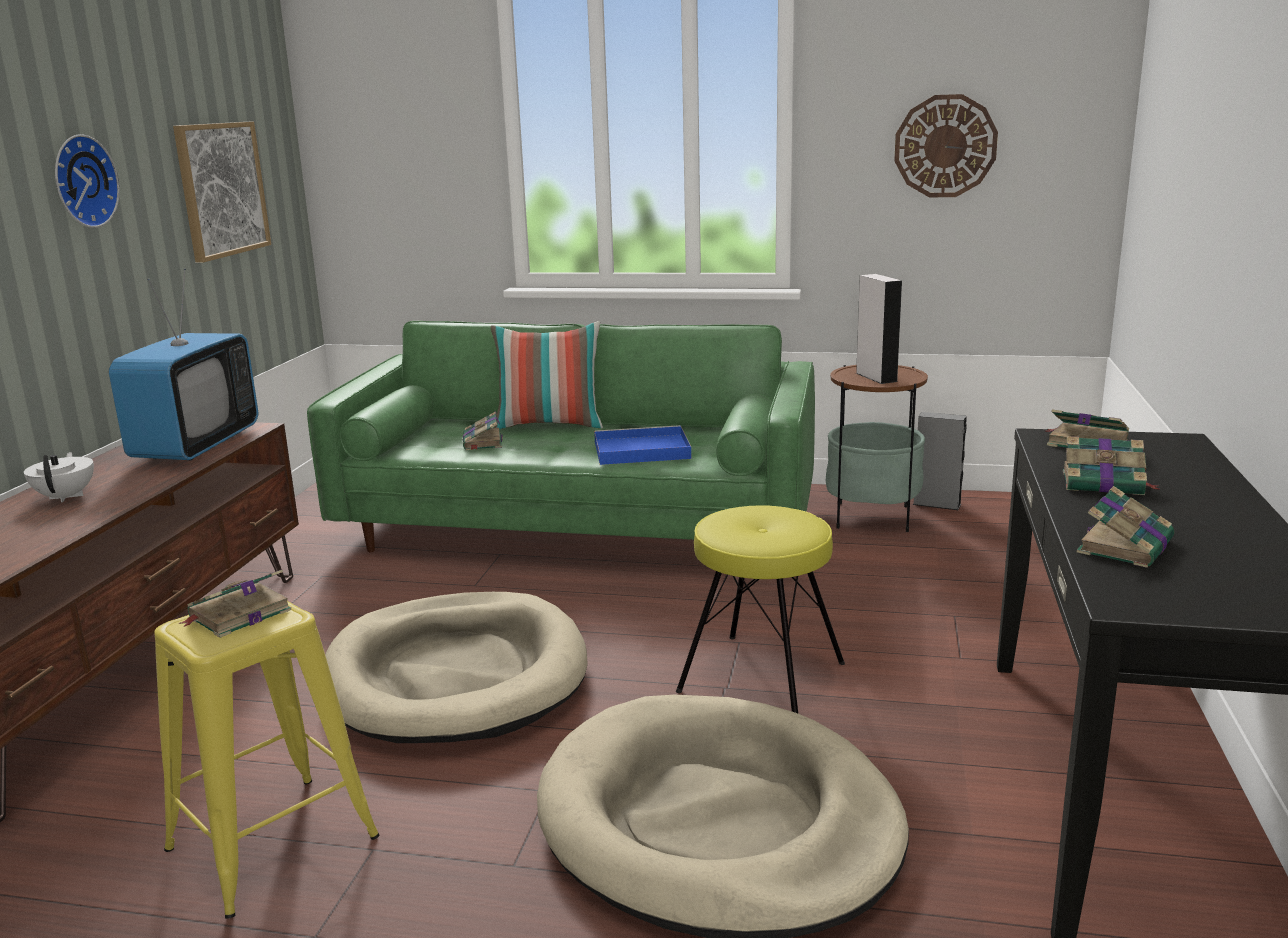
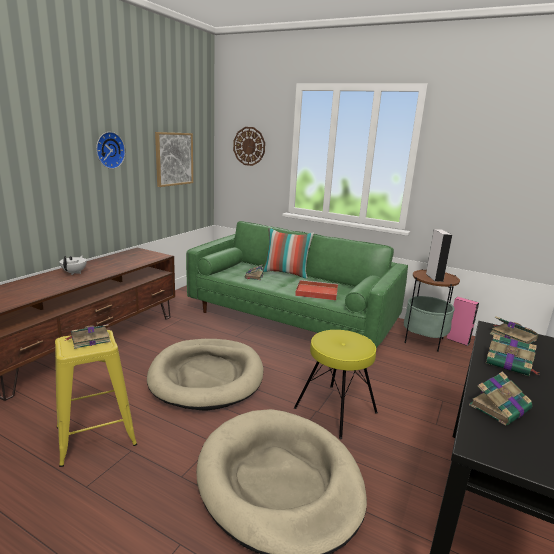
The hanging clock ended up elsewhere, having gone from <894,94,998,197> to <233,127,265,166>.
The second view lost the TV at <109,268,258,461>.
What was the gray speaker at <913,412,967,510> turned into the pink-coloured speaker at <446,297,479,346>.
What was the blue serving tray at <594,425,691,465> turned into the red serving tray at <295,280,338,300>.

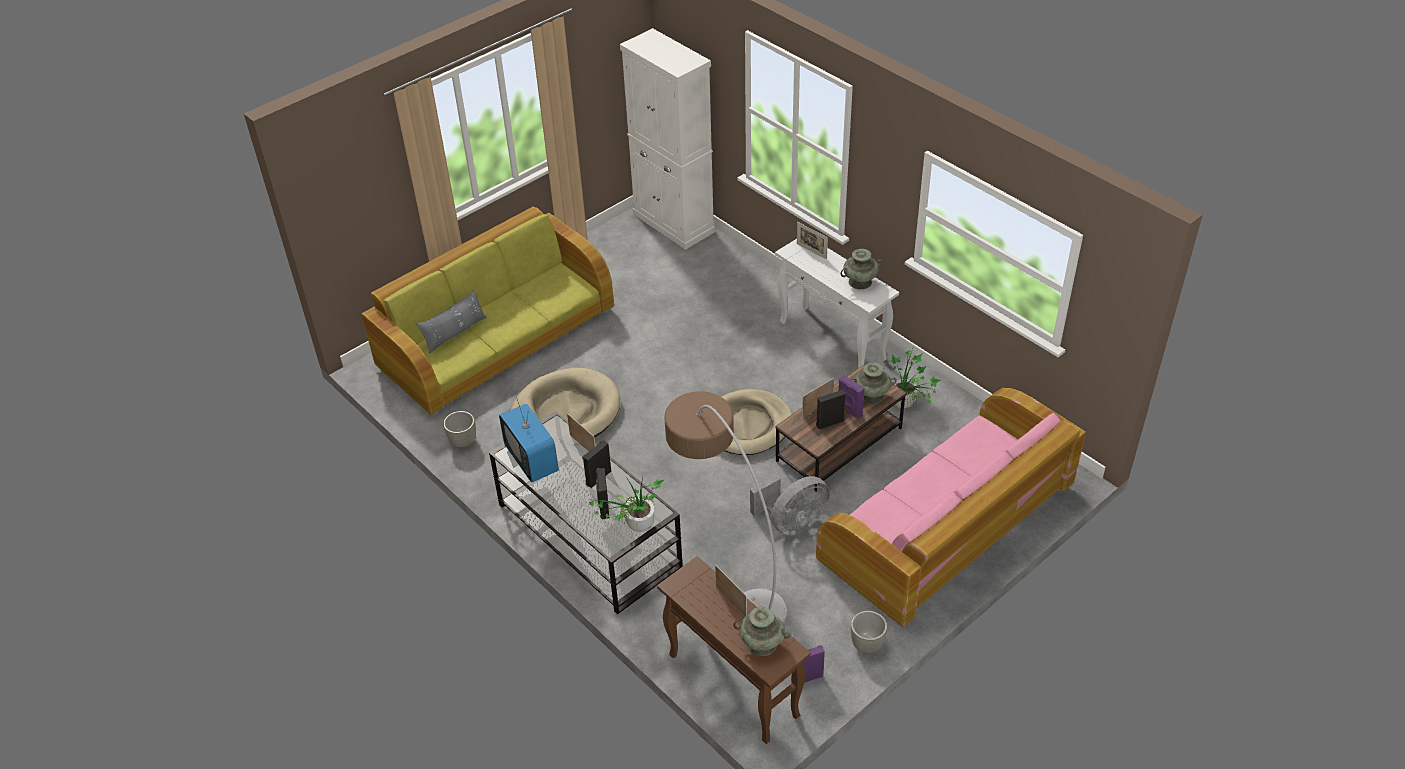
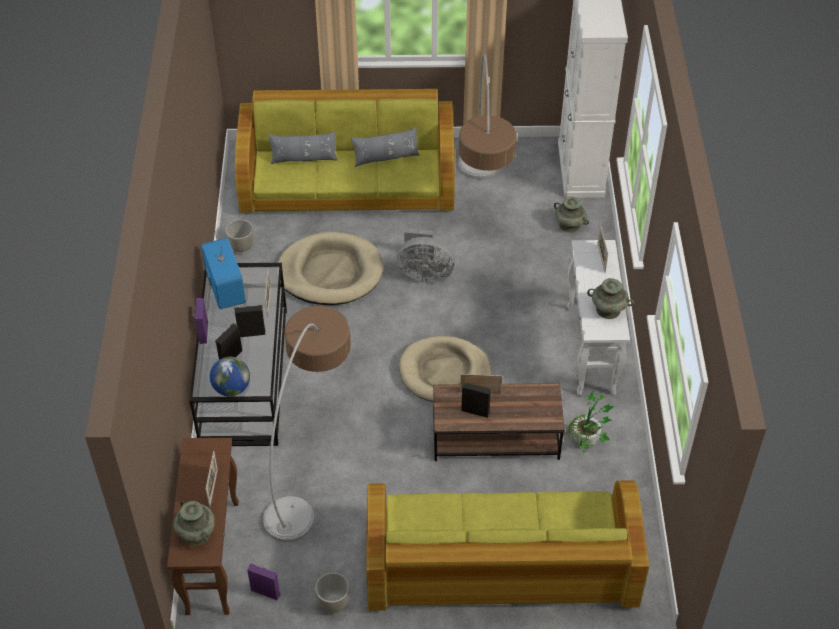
The turquoise decorative vase ended up elsewhere, having gone from <852,363,897,404> to <554,197,589,233>.
The purple-coloured speaker ended up elsewhere, having gone from <839,375,865,419> to <194,298,208,344>.
What was the pink-coloured sofa at <816,388,1086,627> turned into the greenish sofa at <366,480,649,611>.
The TV at <499,394,559,482> ended up facing another way, 150 degrees clockwise from before.
The gray fan ended up elsewhere, having gone from <750,475,830,535> to <397,229,455,283>.
Where the plant in a pot stood at <586,477,664,532>, the desk globe came to stand at <210,357,250,397>.
The second view gained the standing lamp at <458,54,517,179>.
The second view gained the gray cushion at <351,127,420,167>.

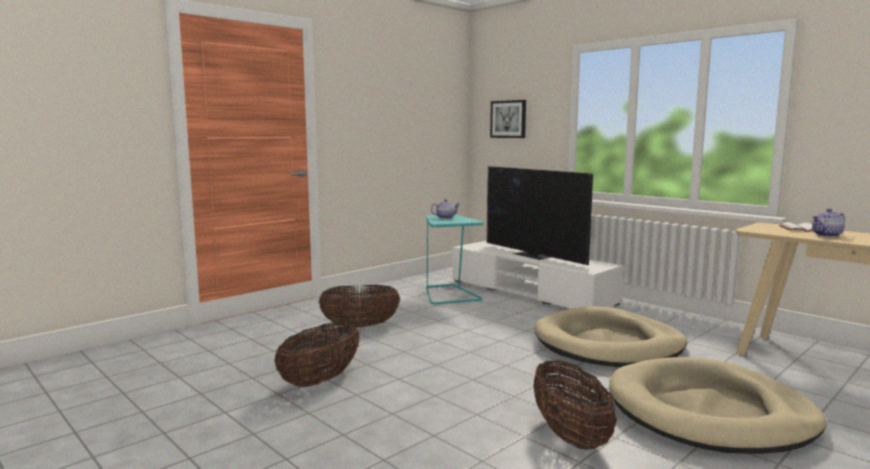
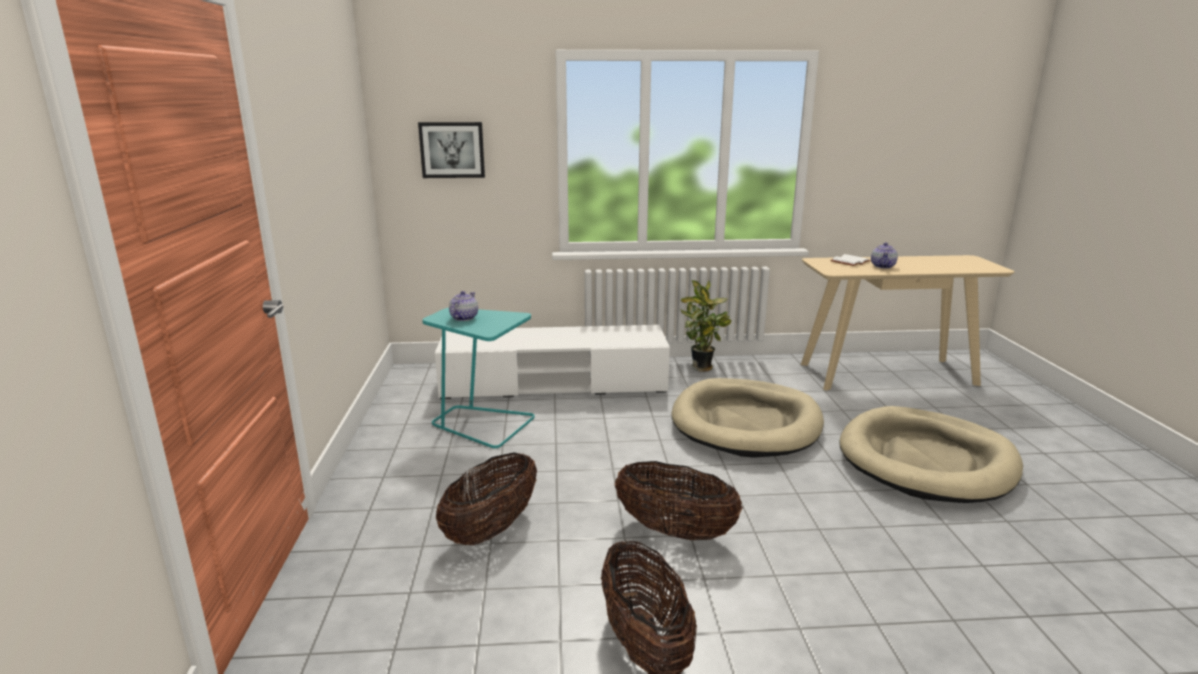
The second view lost the TV at <487,166,593,265>.
The storage basket ended up elsewhere, having gone from <533,361,617,450> to <615,461,743,540>.
The second view gained the plant in a pot at <680,280,732,372>.

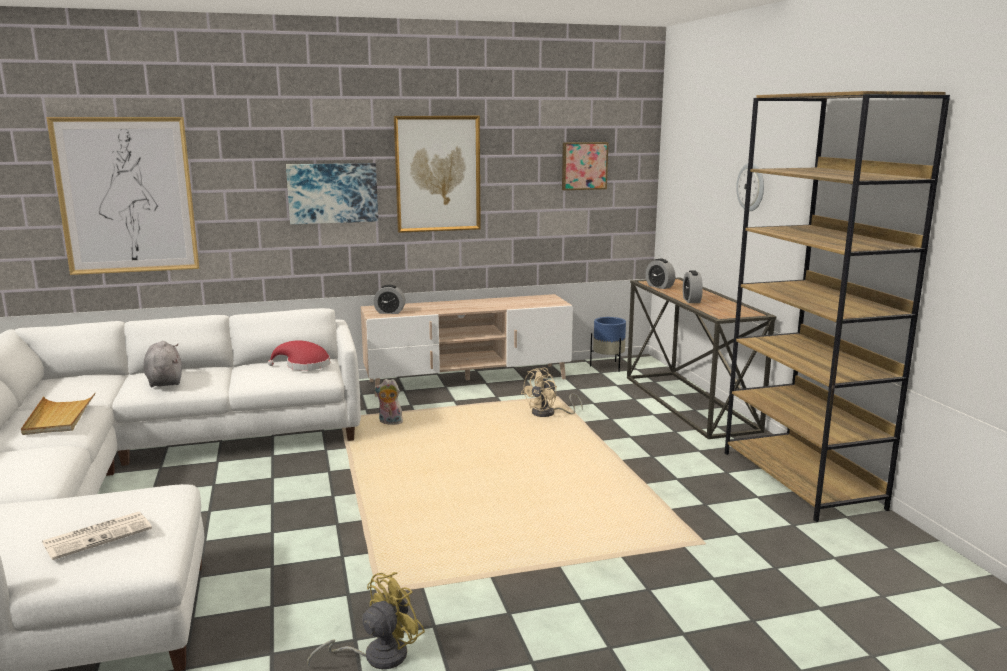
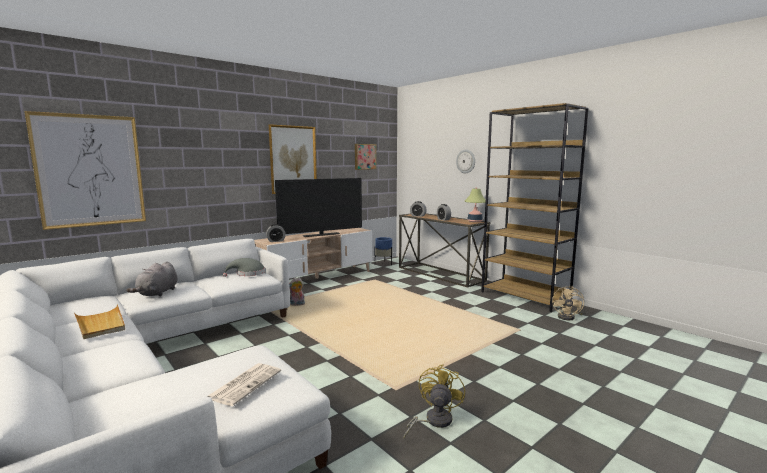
The second view lost the wall picture at <286,163,378,224>.
The gray cuddly toy at <144,341,182,387> ended up facing another way, 120 degrees counterclockwise from before.
What was the red hat at <268,341,330,371> turned into the gray hat at <223,258,265,277>.
The beige-coloured fan ended up elsewhere, having gone from <521,368,583,417> to <552,286,584,320>.
The second view gained the TV at <275,178,362,237>.
The second view gained the lamp for a table at <465,188,486,222>.

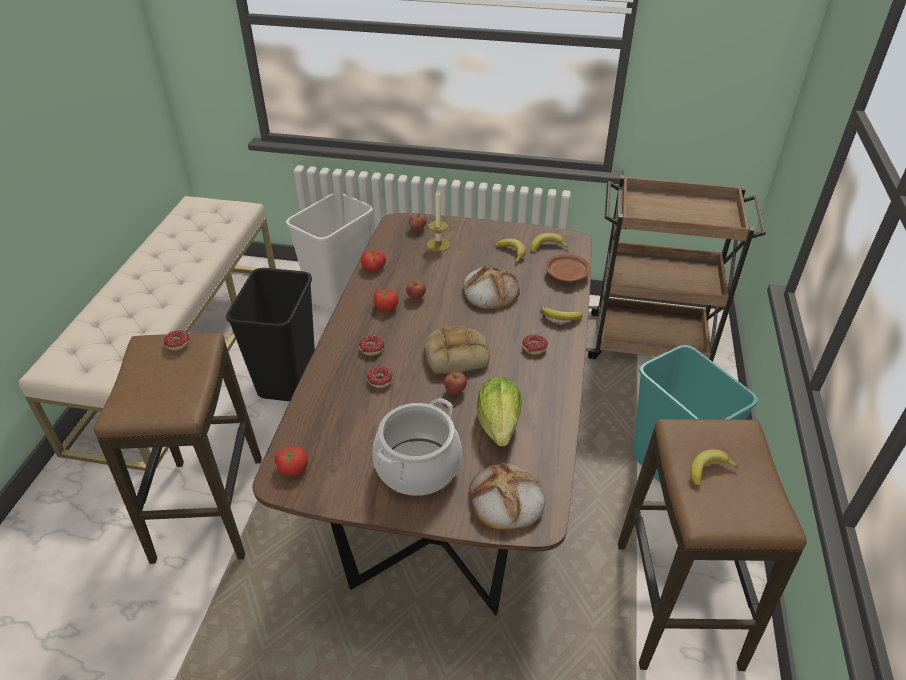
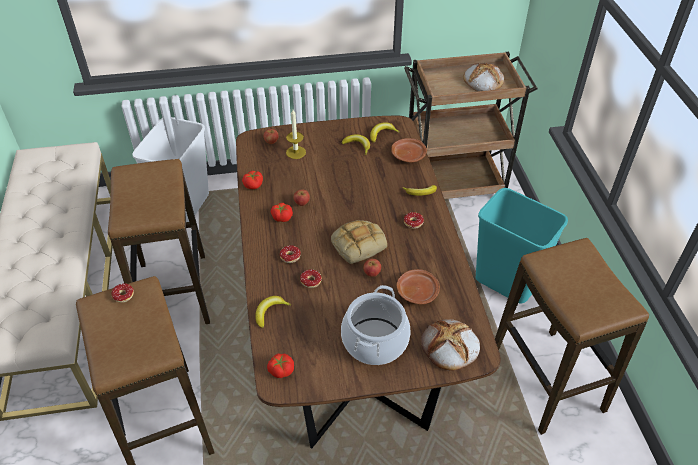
The bread ended up elsewhere, having gone from <463,265,520,309> to <463,63,504,91>.
Where the black-coloured trash can stood at <226,268,315,401>, the sitting stool came to stand at <108,159,210,324>.
Where the lettuce head stood at <476,376,522,446>, the brown-coloured flat dish came to stand at <397,269,440,304>.
The banana fruit ended up elsewhere, having gone from <690,449,739,487> to <255,296,291,328>.

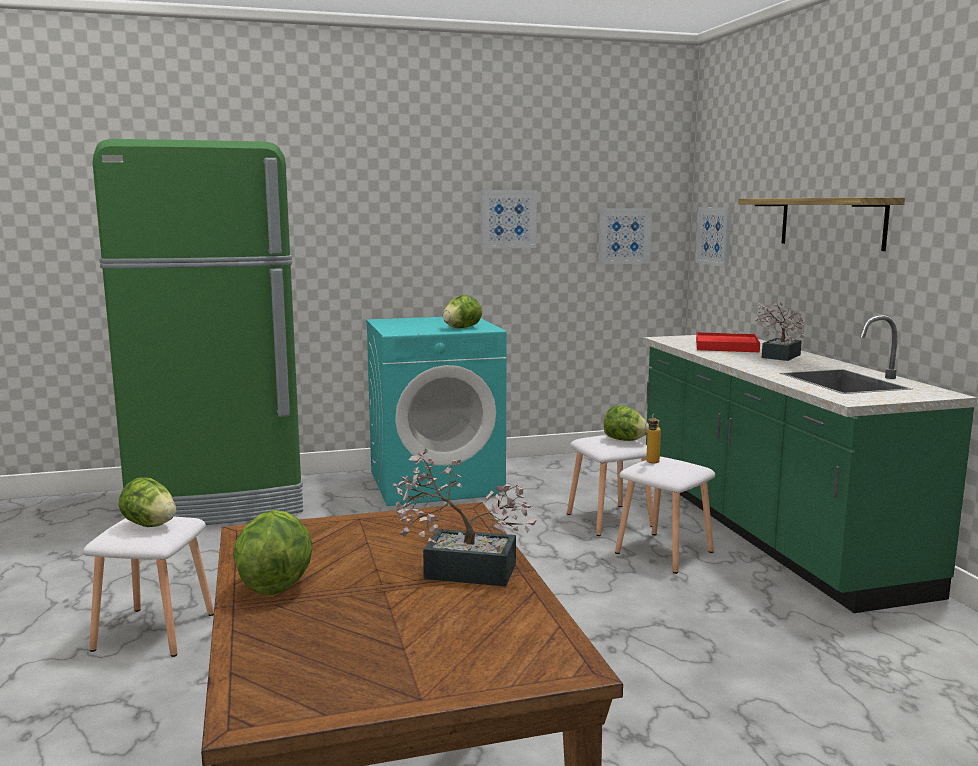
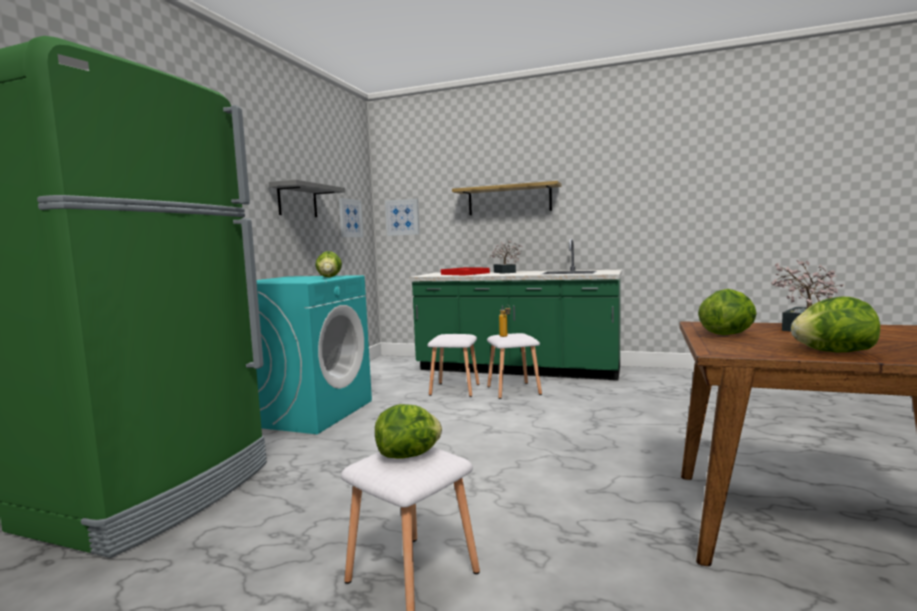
Where the wall picture hung at <481,190,537,249>, the gray wall shelf came to hang at <269,179,345,217>.
The lettuce head ended up elsewhere, having gone from <604,405,649,441> to <698,289,757,335>.

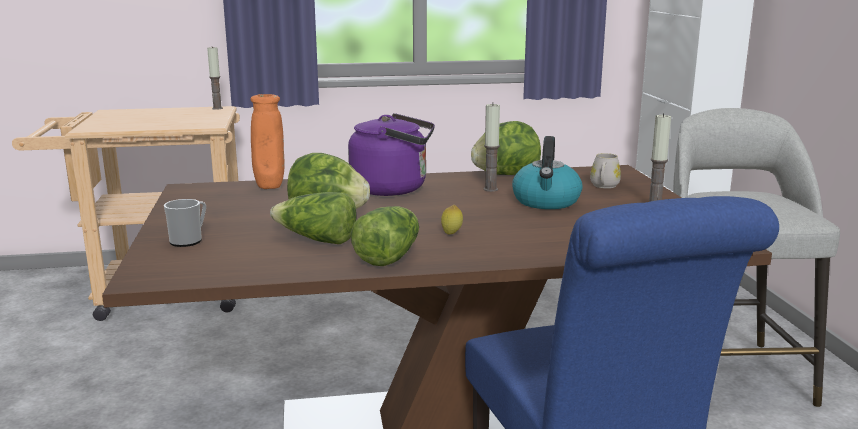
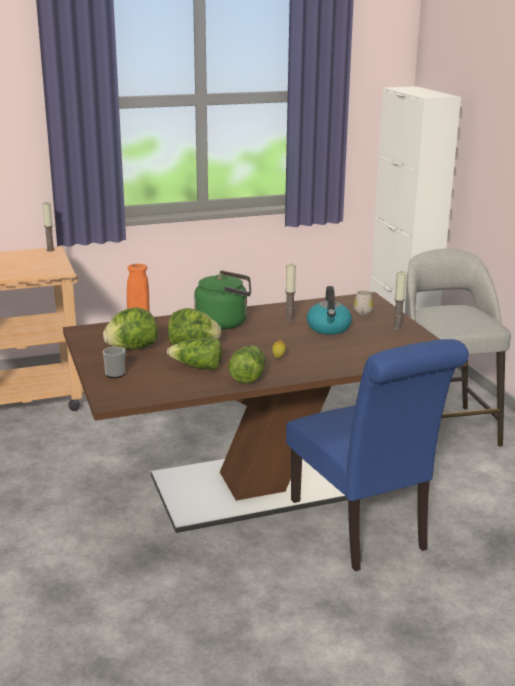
What was the purple-coloured kettle at <348,113,435,196> turned into the greenish kettle at <194,270,251,330>.
The lettuce head ended up elsewhere, having gone from <471,121,541,175> to <103,307,158,350>.

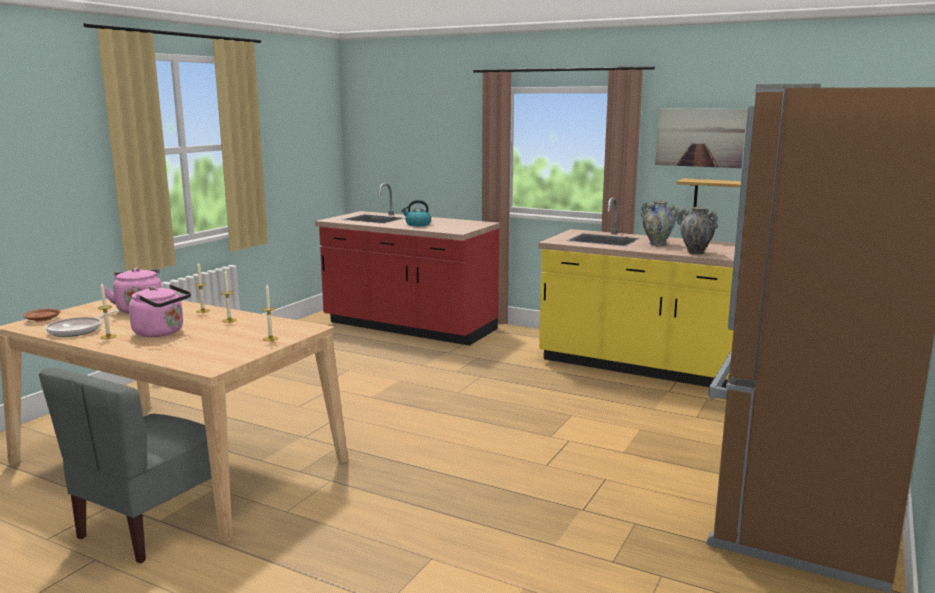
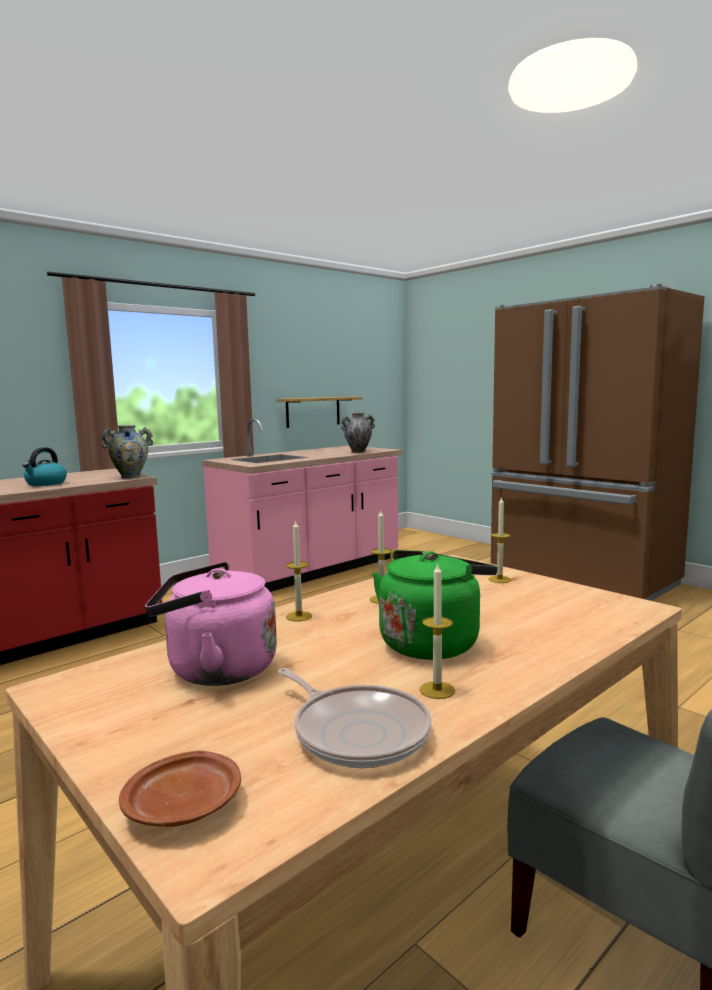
The second view lost the wall picture at <655,108,747,168>.
What was the yellow counter at <538,197,735,388> turned into the pink-coloured counter at <202,418,402,592>.
The decorative vase ended up elsewhere, having gone from <641,200,679,245> to <101,425,153,478>.
What was the pink-coloured kettle at <129,285,191,337> turned into the greenish kettle at <372,550,497,660>.

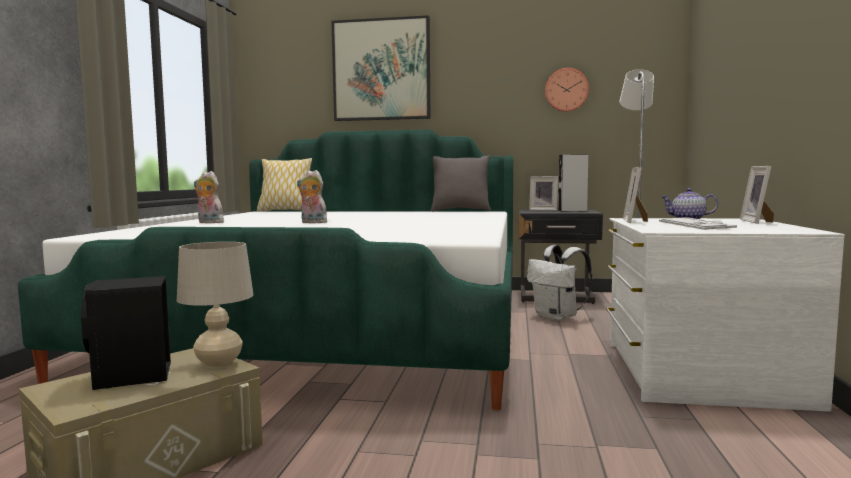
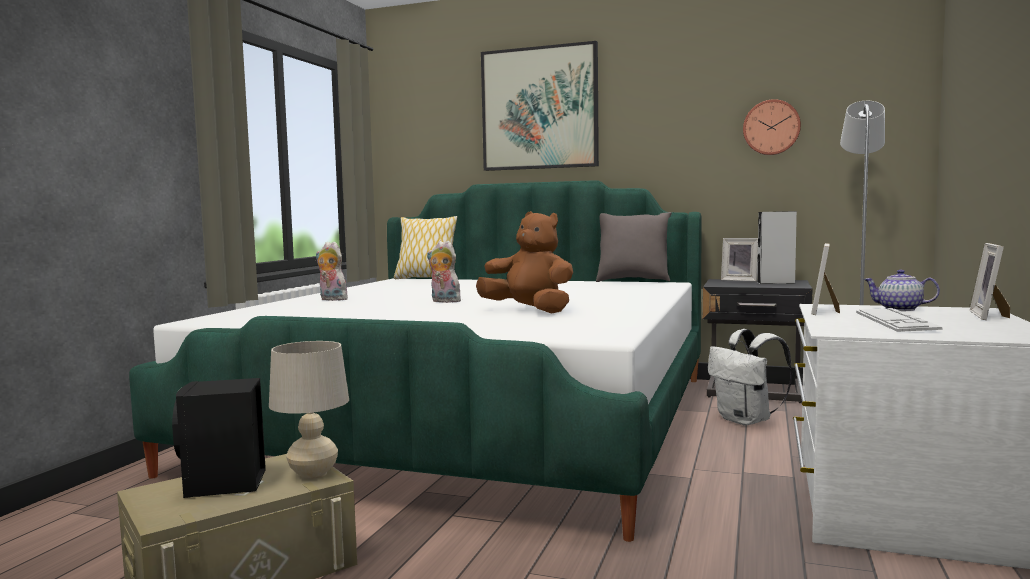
The second view gained the brown-coloured cuddly toy at <476,211,573,314>.

